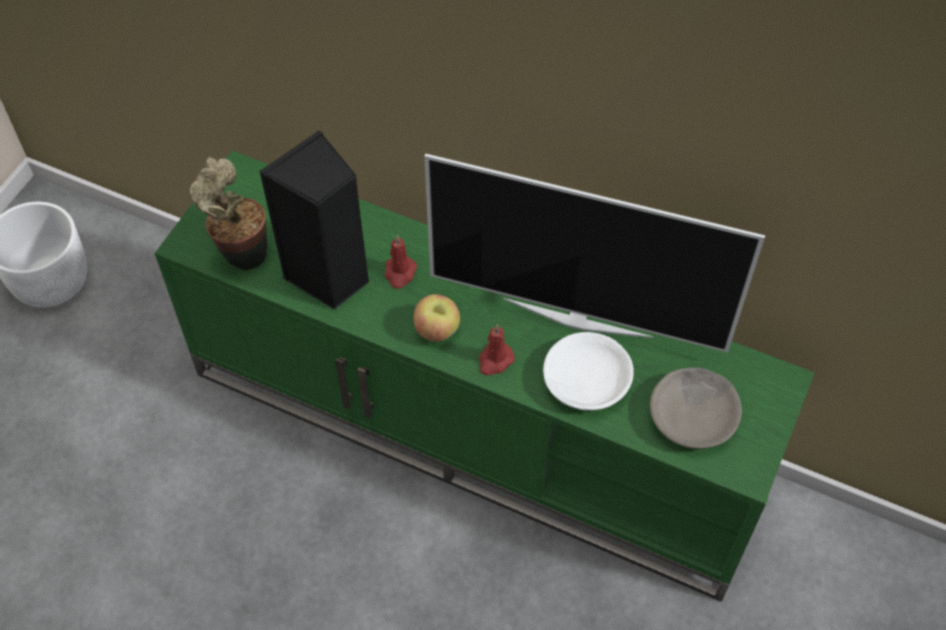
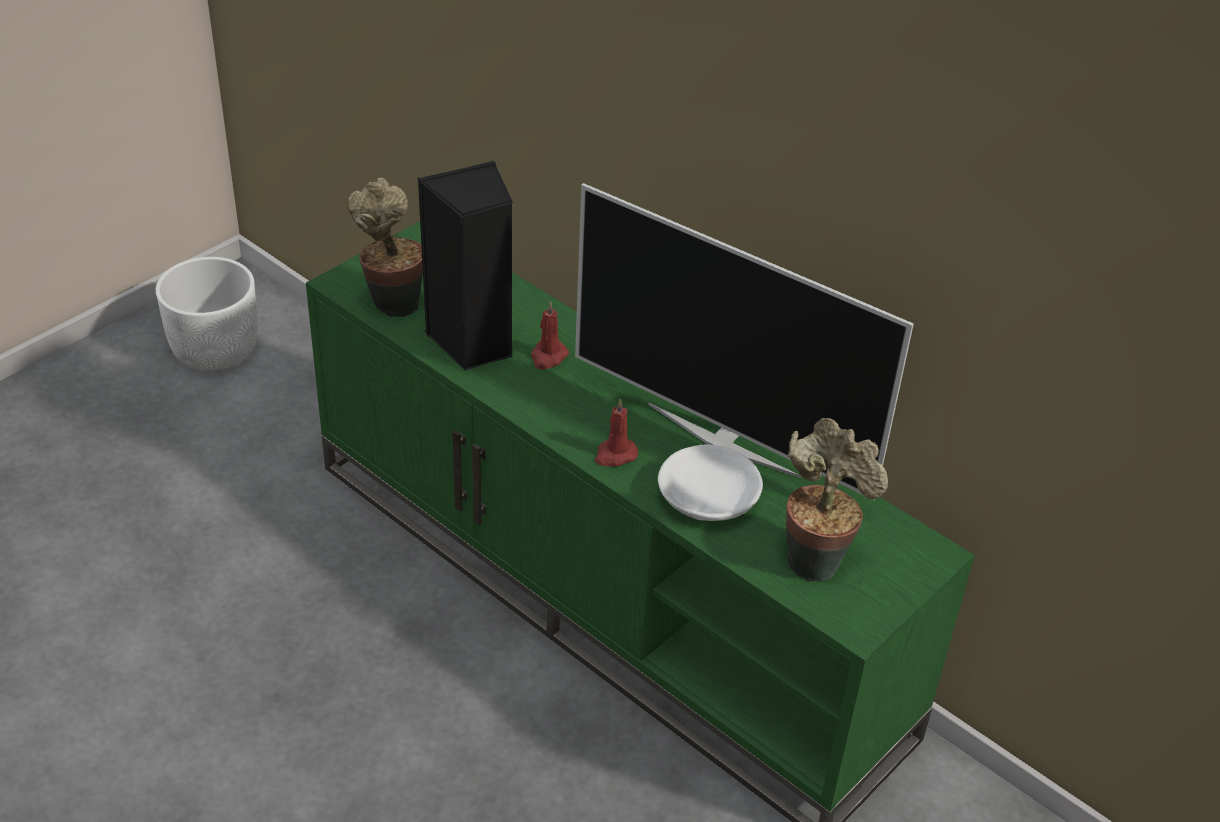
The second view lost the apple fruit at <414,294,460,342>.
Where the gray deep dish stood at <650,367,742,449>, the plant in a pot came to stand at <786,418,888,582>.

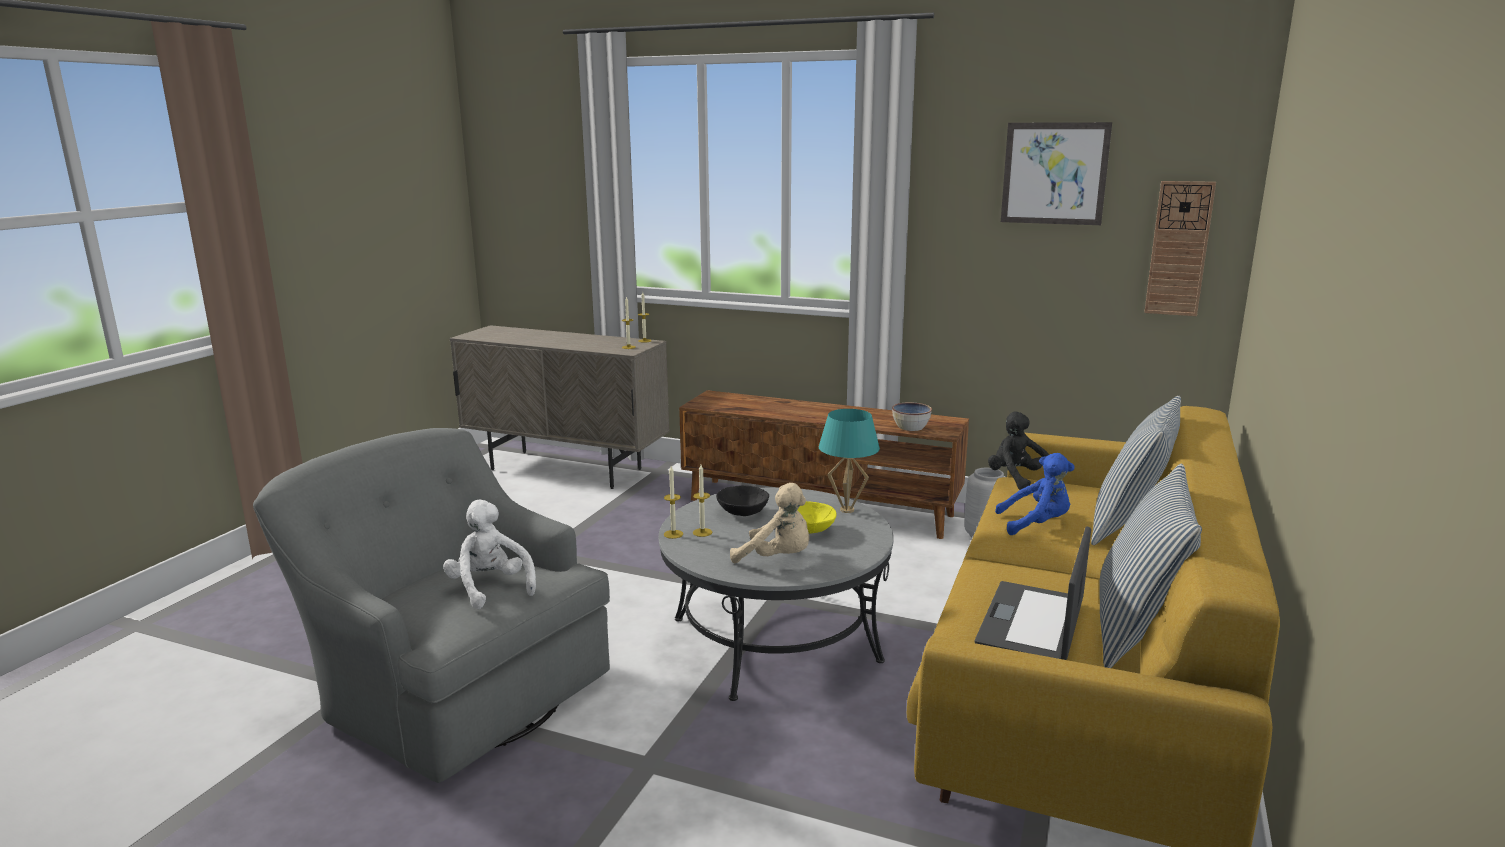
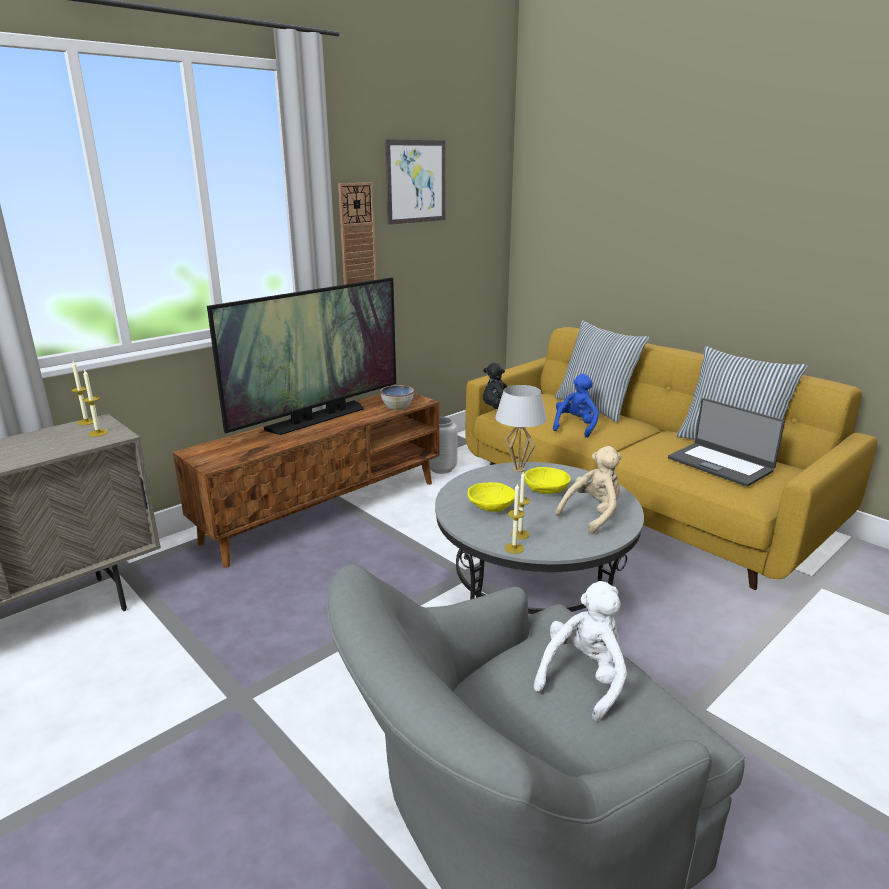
The hanging clock ended up elsewhere, having gone from <1144,181,1216,316> to <338,182,377,285>.
What was the turquoise lamp for a table at <819,409,880,513> turned into the whitish lamp for a table at <495,385,547,473>.
What was the black-coloured deep dish at <716,485,769,516> turned into the yellow deep dish at <467,482,515,512>.
The whitish cuddly toy at <443,500,536,609> ended up facing another way, 135 degrees clockwise from before.
The second view gained the TV at <207,278,396,435>.

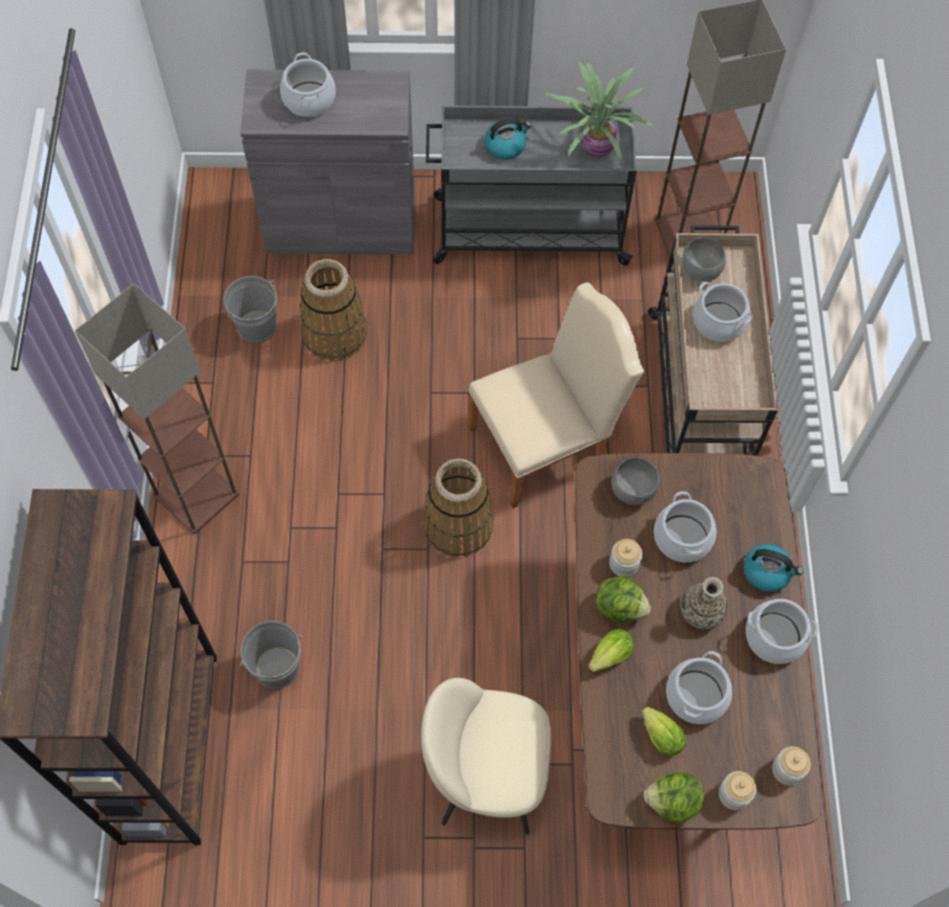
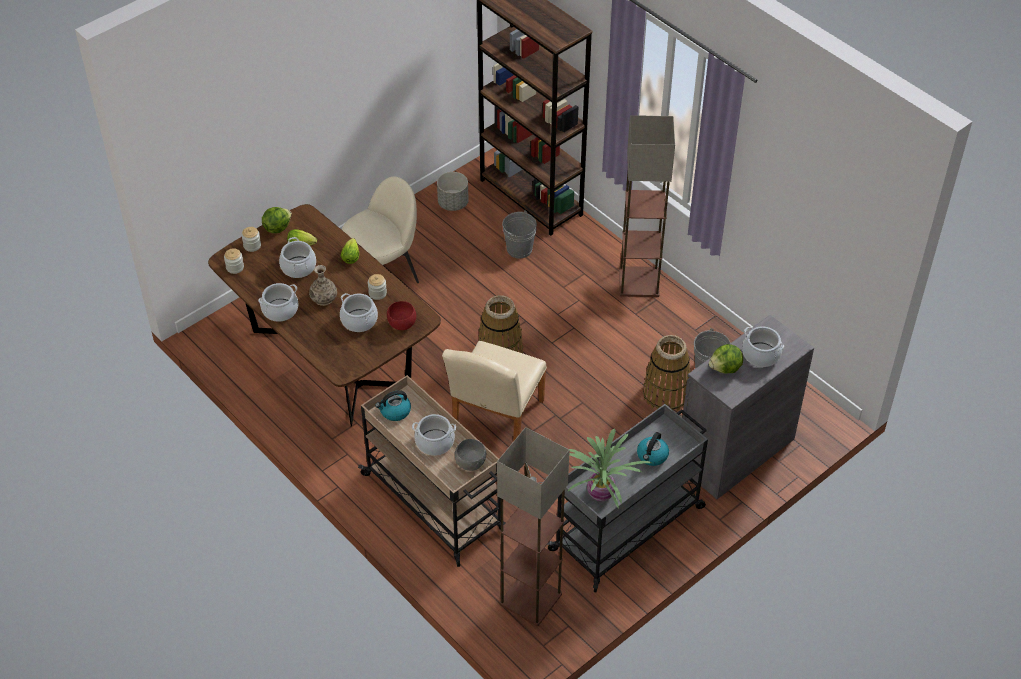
What was the gray deep dish at <612,457,660,505> turned into the red deep dish at <387,301,416,330>.
The kettle ended up elsewhere, having gone from <743,544,804,592> to <375,390,411,421>.
The lettuce head ended up elsewhere, having gone from <595,576,651,623> to <709,344,743,374>.
The second view gained the gray flower pot at <437,172,469,211>.

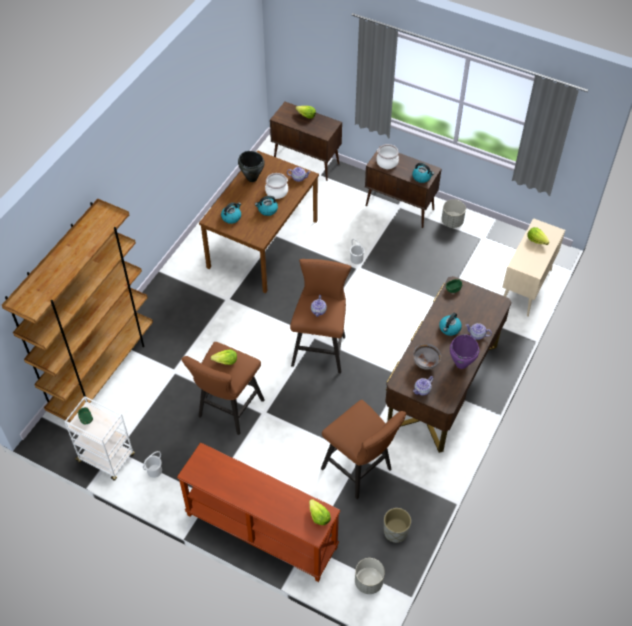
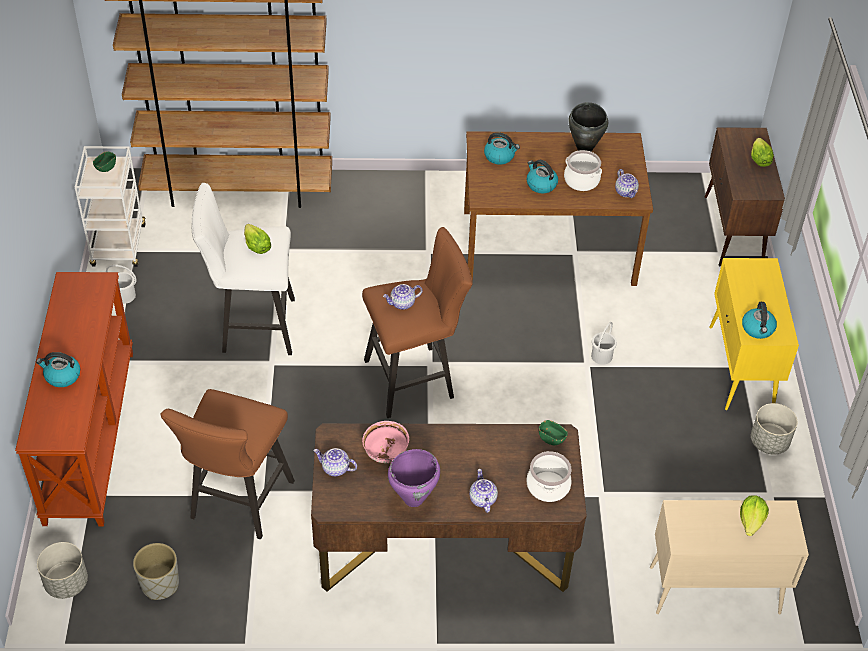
The saucepot ended up elsewhere, having gone from <376,144,399,169> to <527,451,572,502>.
What was the brown-coloured storage cabinet at <365,151,442,228> turned into the yellow storage cabinet at <709,258,799,410>.
The kettle ended up elsewhere, having gone from <439,313,462,336> to <36,352,80,387>.
What was the brown-coloured sitting stool at <181,342,264,435> turned into the whitish sitting stool at <192,183,295,355>.
What was the gray deep dish at <413,343,441,370> turned into the pink-coloured deep dish at <362,421,409,463>.
The second view lost the lettuce head at <309,499,331,525>.

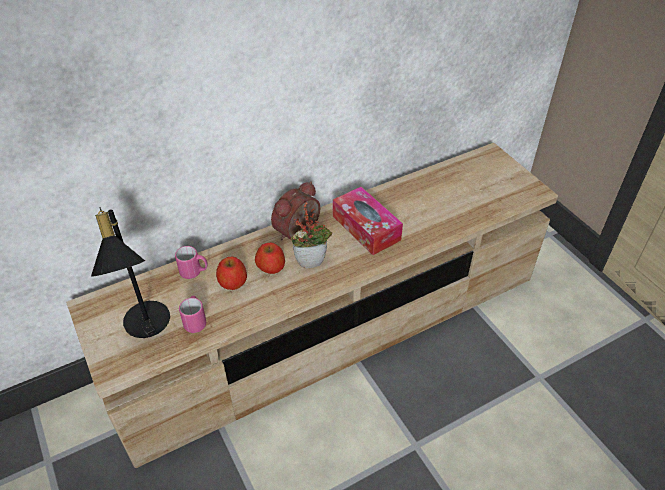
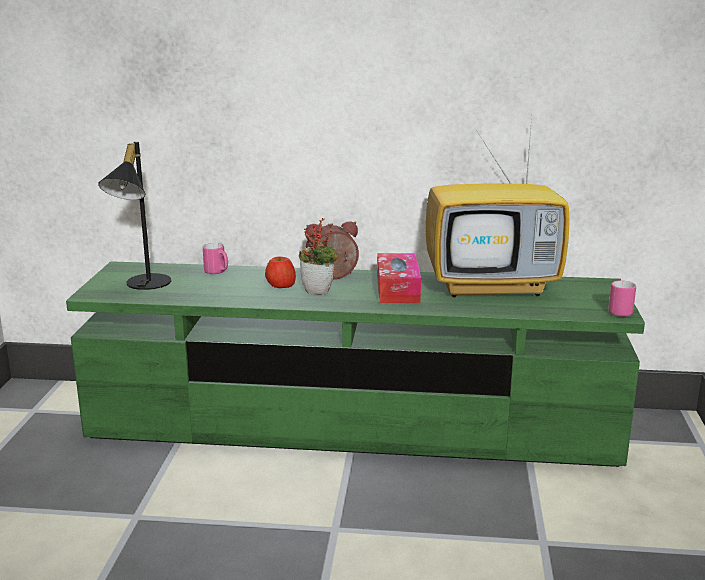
What was the beige-coloured media console at <66,143,558,468> turned into the greenish media console at <66,261,645,467>.
The second view lost the apple fruit at <216,257,247,290>.
The pink-coloured tea mug ended up elsewhere, having gone from <179,296,206,333> to <608,281,636,317>.
The second view gained the TV at <426,117,570,298>.

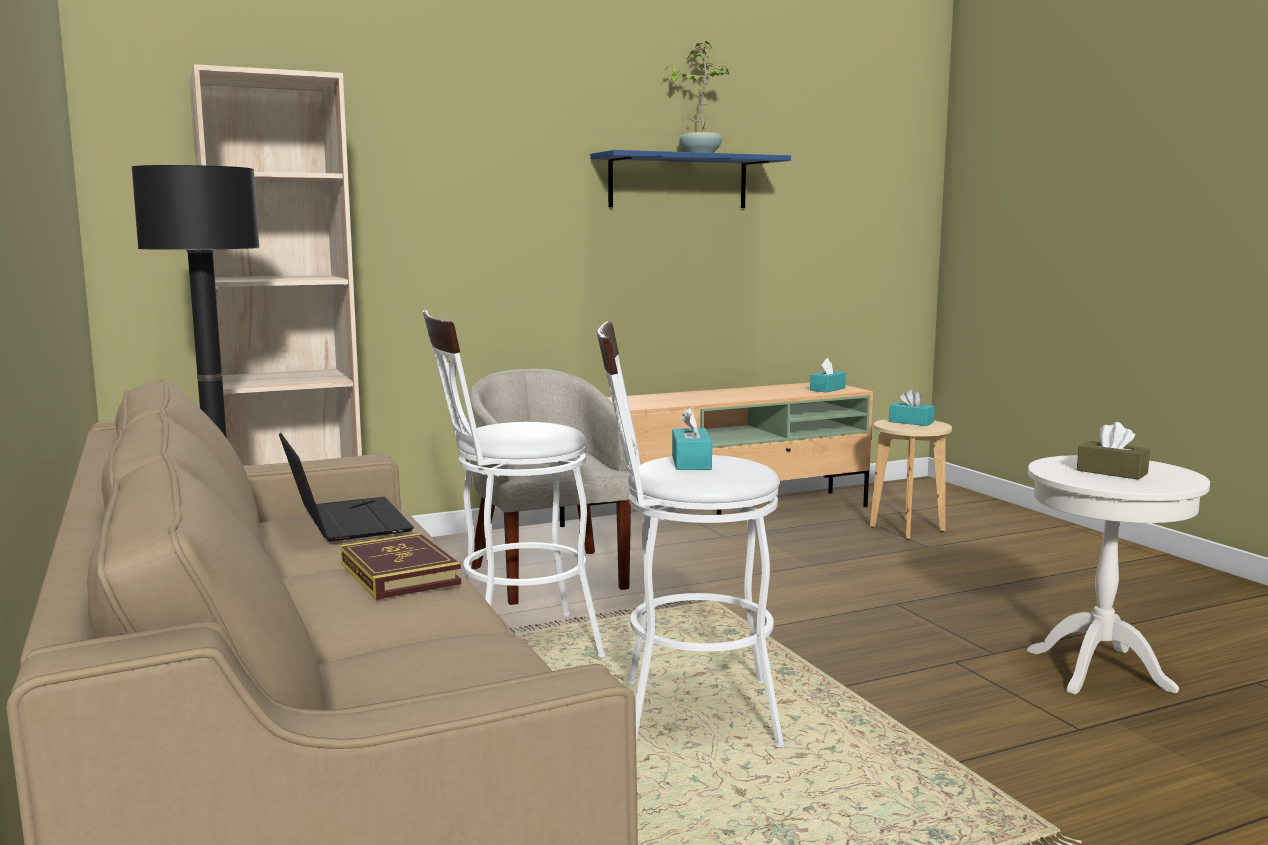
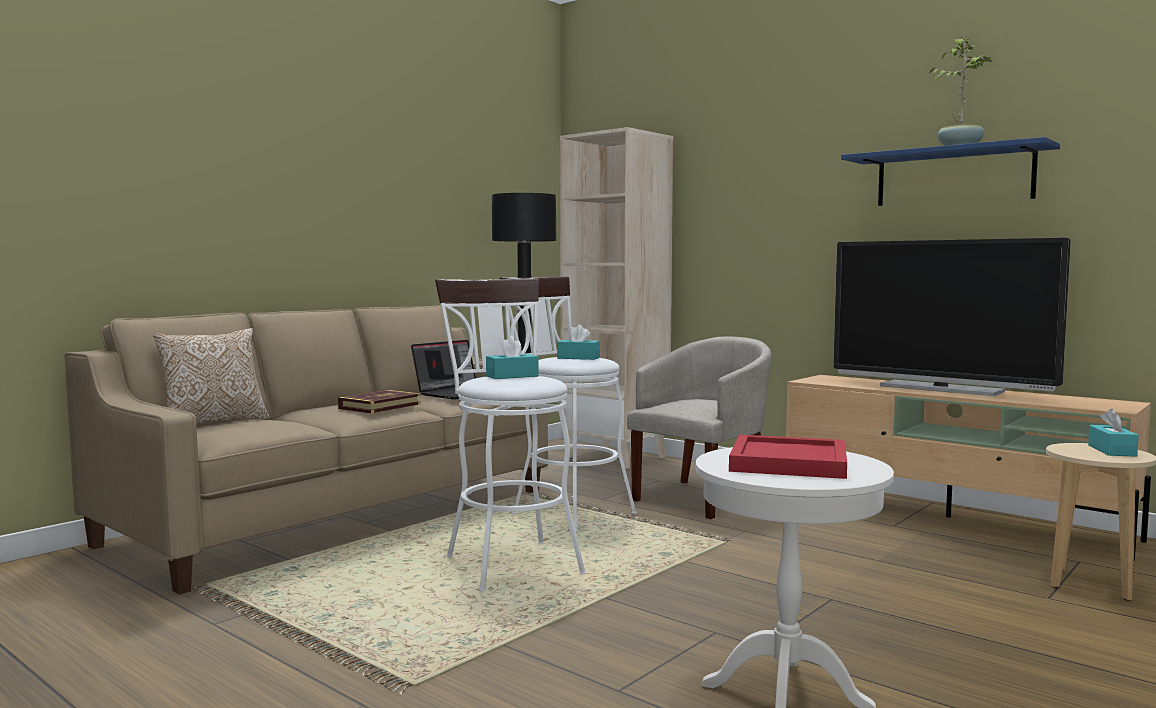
The turquoise tissue box ended up elsewhere, having gone from <810,358,846,393> to <557,325,600,360>.
Where the brown-coloured tissue box stood at <1077,422,1150,480>, the red serving tray came to stand at <729,435,847,479>.
The second view gained the TV at <833,238,1071,396>.
The second view gained the cushion at <153,328,270,424>.

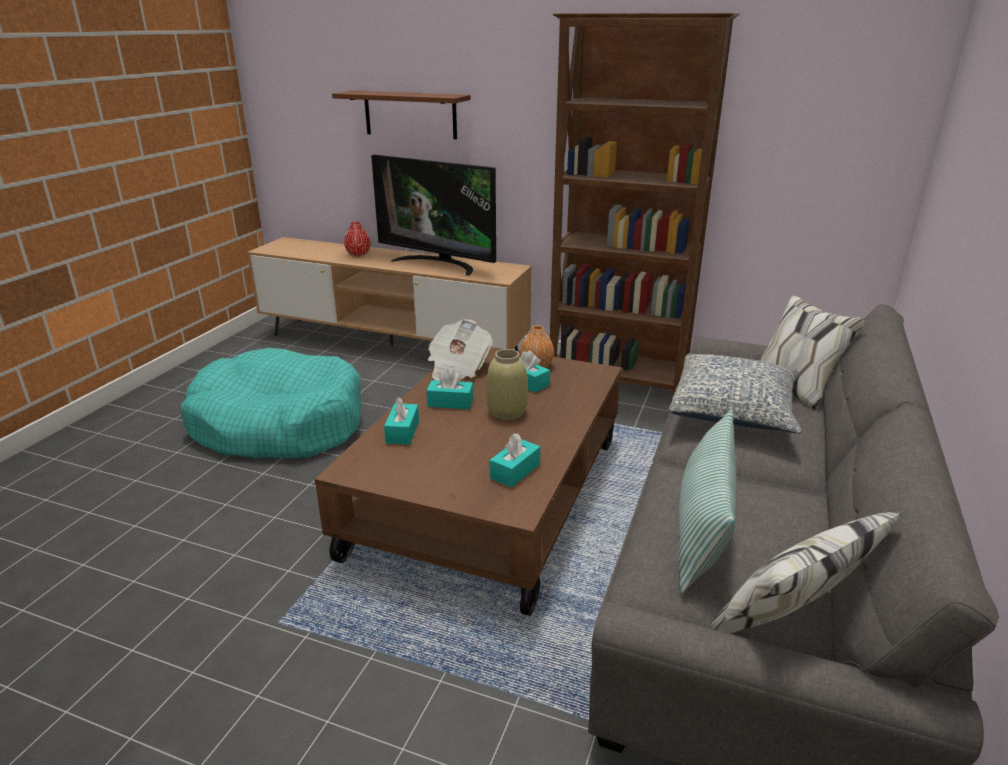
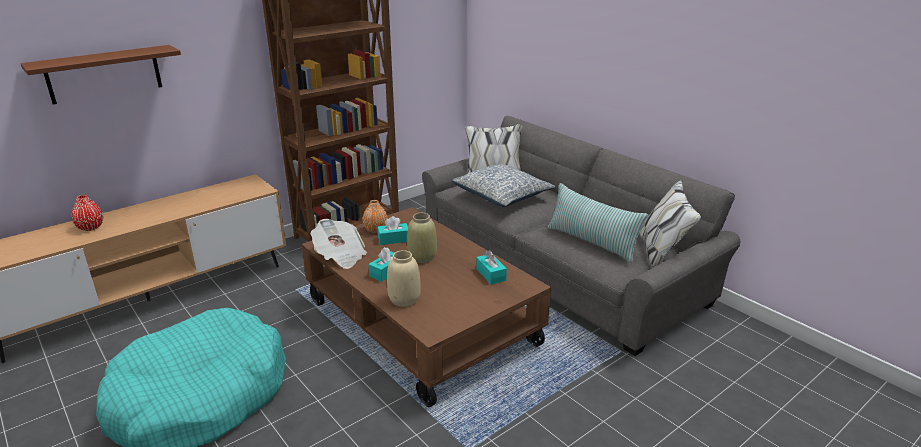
The second view lost the TV at <371,155,496,276>.
Where the turquoise tissue box stood at <384,397,419,445>, the beige-coloured decorative vase came to stand at <387,250,421,307>.

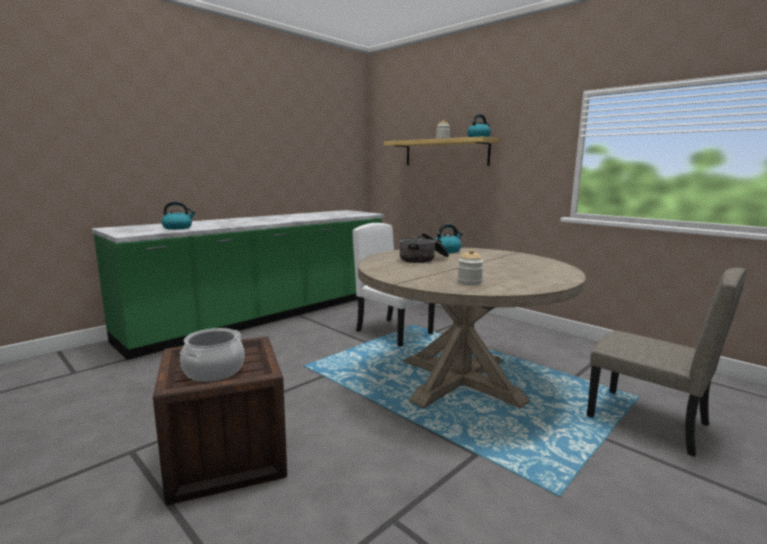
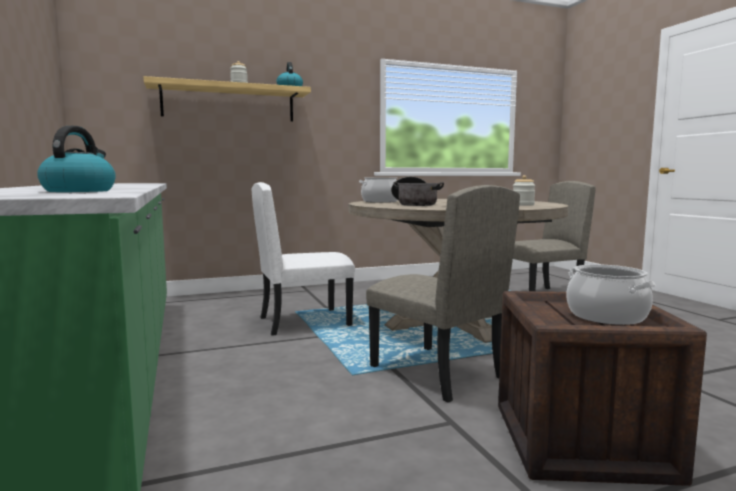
Where the kettle stood at <435,224,462,253>, the saucepot came to stand at <359,178,397,203>.
The second view gained the beige-coloured plain chair at <366,185,520,403>.

